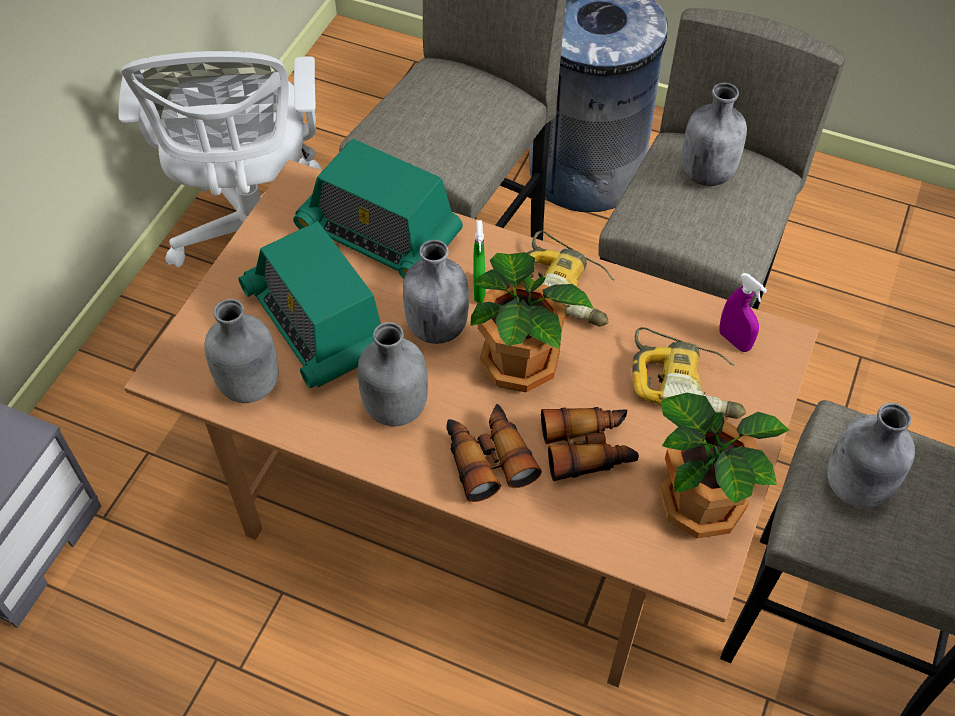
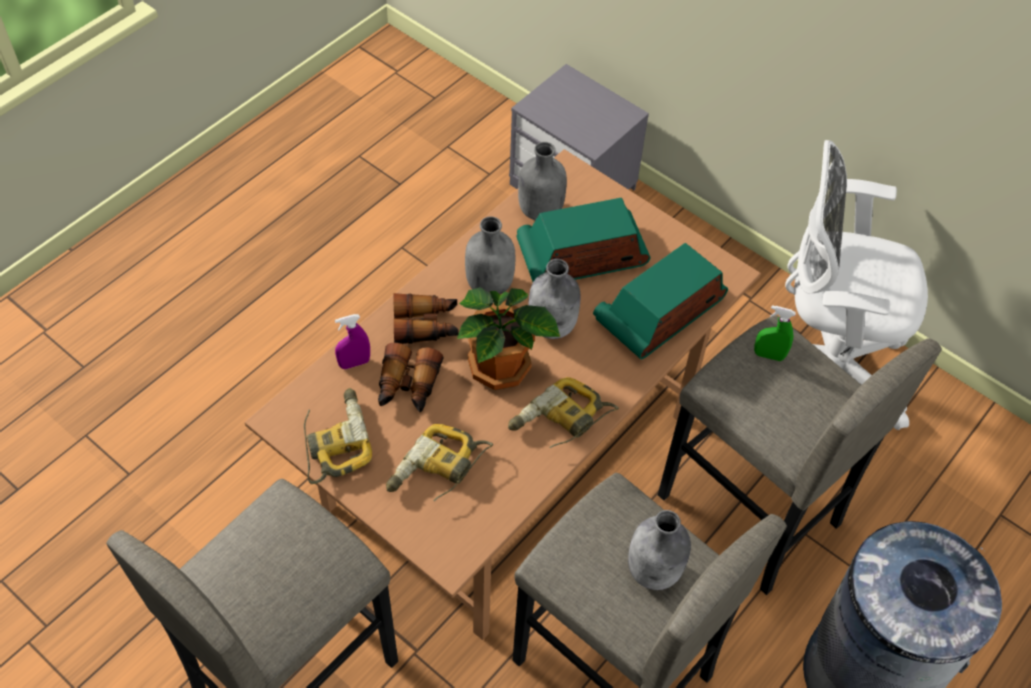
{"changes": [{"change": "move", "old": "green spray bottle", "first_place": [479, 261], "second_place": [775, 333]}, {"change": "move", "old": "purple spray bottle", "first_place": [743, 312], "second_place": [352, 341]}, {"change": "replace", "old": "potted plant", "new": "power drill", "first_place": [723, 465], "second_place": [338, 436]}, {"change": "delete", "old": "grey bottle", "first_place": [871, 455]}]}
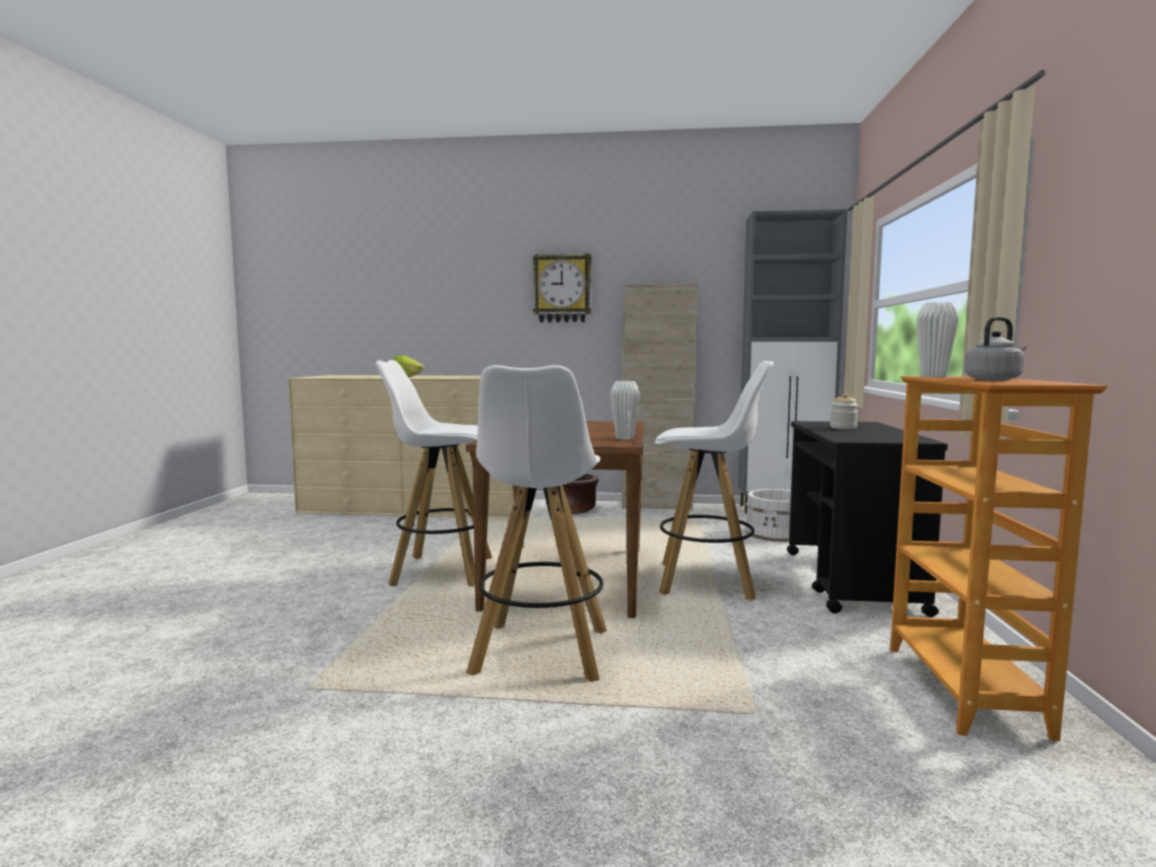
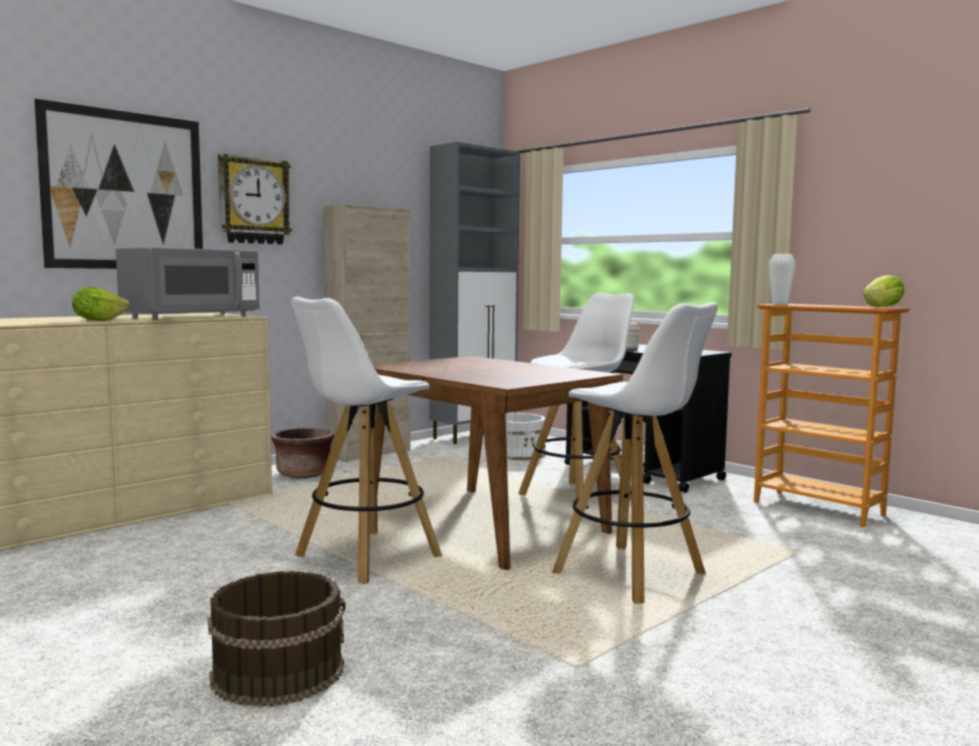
{"changes": [{"change": "delete", "old": "grey kettle", "first_place": [995, 349]}, {"change": "delete", "old": "white vase", "first_place": [625, 410]}, {"change": "insert", "new": "picture", "second_place": [118, 184]}, {"change": "insert", "new": "grey microwave", "second_place": [187, 283]}, {"change": "insert", "new": "lettuce", "second_place": [884, 291]}, {"change": "insert", "new": "brown bucket", "second_place": [277, 639]}]}
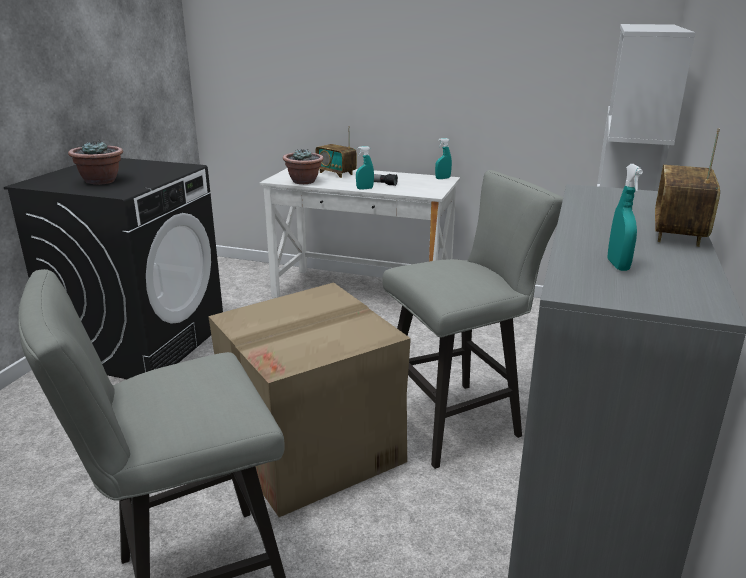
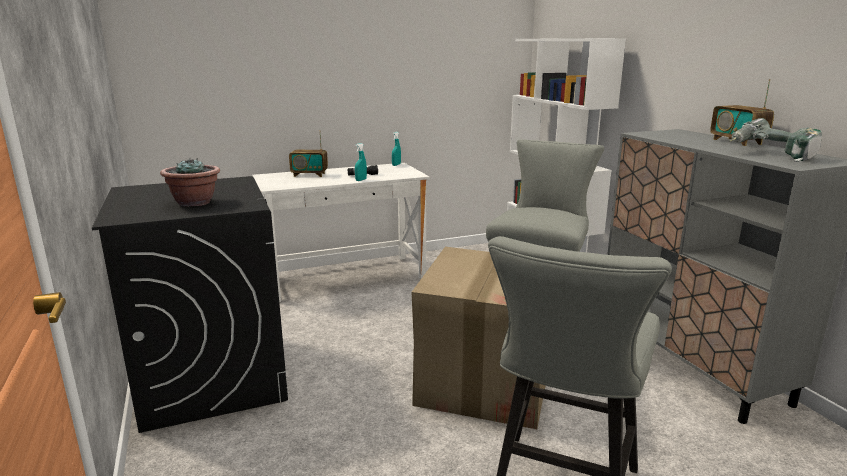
{"changes": [{"change": "delete", "old": "potted plant", "first_place": [303, 166]}, {"change": "replace", "old": "turquoise spray bottle", "new": "power drill", "first_place": [625, 217], "second_place": [775, 140]}]}
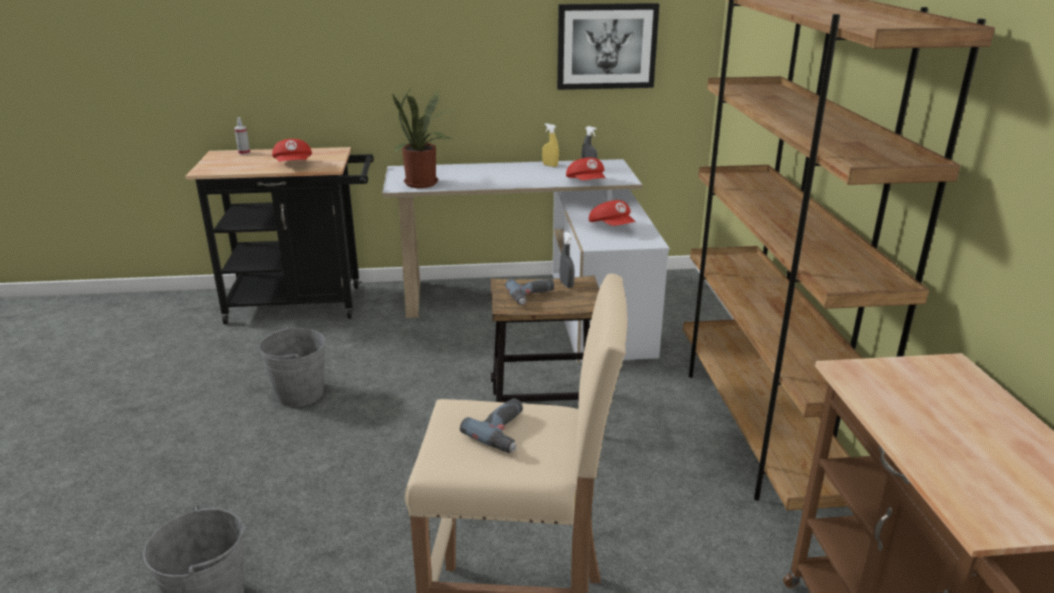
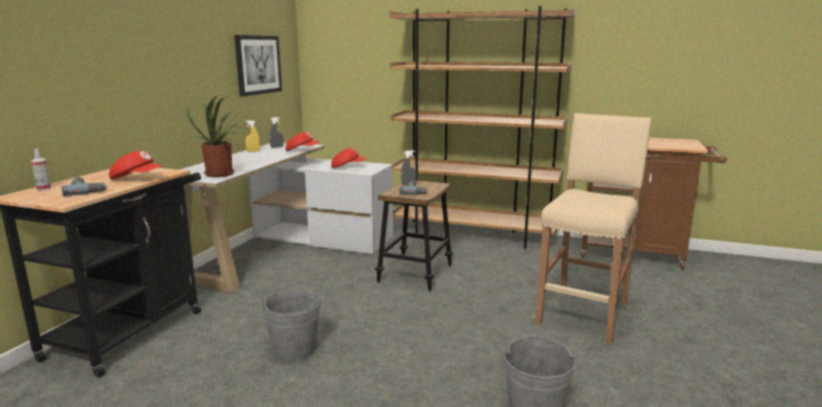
{"changes": [{"change": "move", "old": "power drill", "first_place": [491, 425], "second_place": [84, 186]}]}
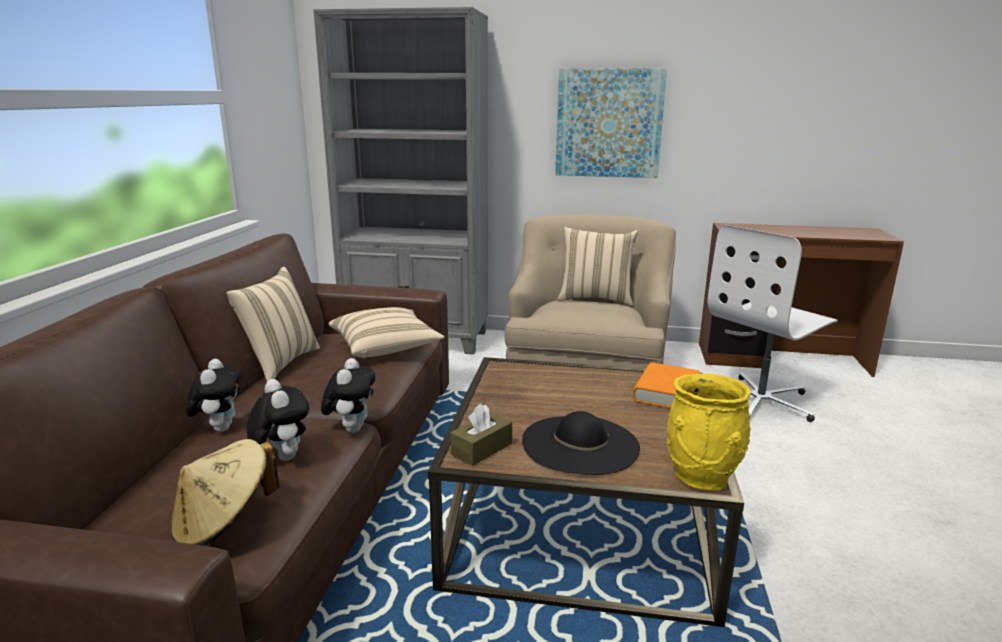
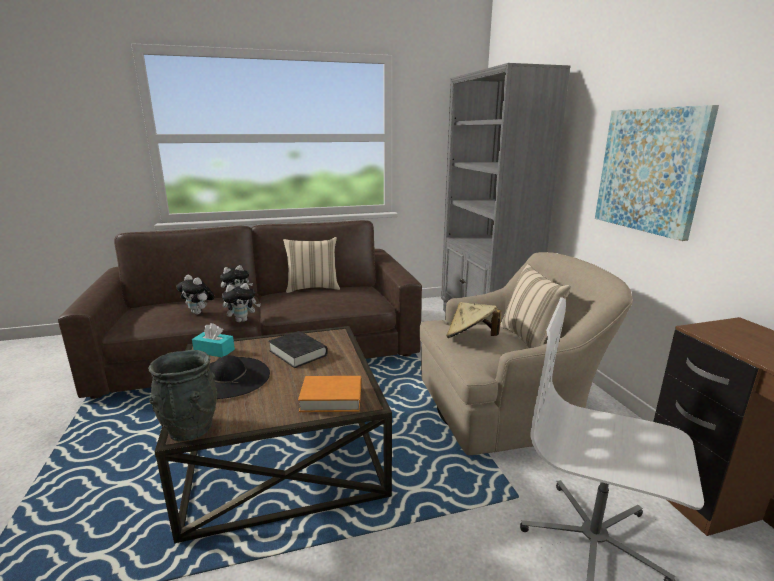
{"changes": [{"change": "delete", "old": "beige pillow", "first_place": [386, 332]}, {"change": "recolor", "old": "yellow vase", "new": "grey vase", "first_place": [709, 432], "second_place": [183, 395]}, {"change": "rotate", "old": "plush toy", "first_place": [278, 420], "second_place": [195, 295], "degrees": 90}, {"change": "recolor", "old": "brown tissue box", "new": "turquoise tissue box", "first_place": [481, 435], "second_place": [213, 340]}, {"change": "move", "old": "beige hat", "first_place": [225, 492], "second_place": [473, 320]}, {"change": "insert", "new": "black book", "second_place": [298, 349]}]}
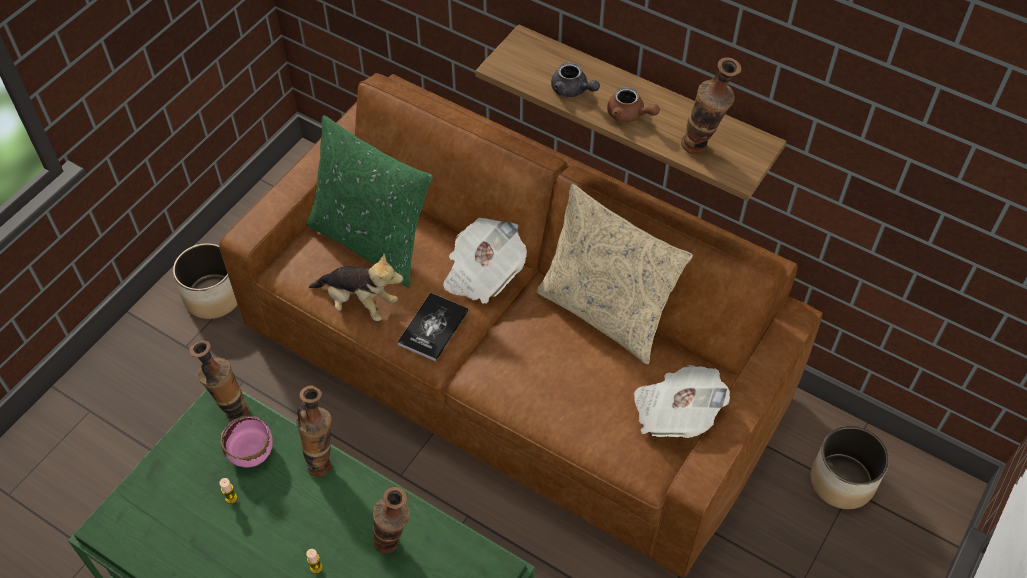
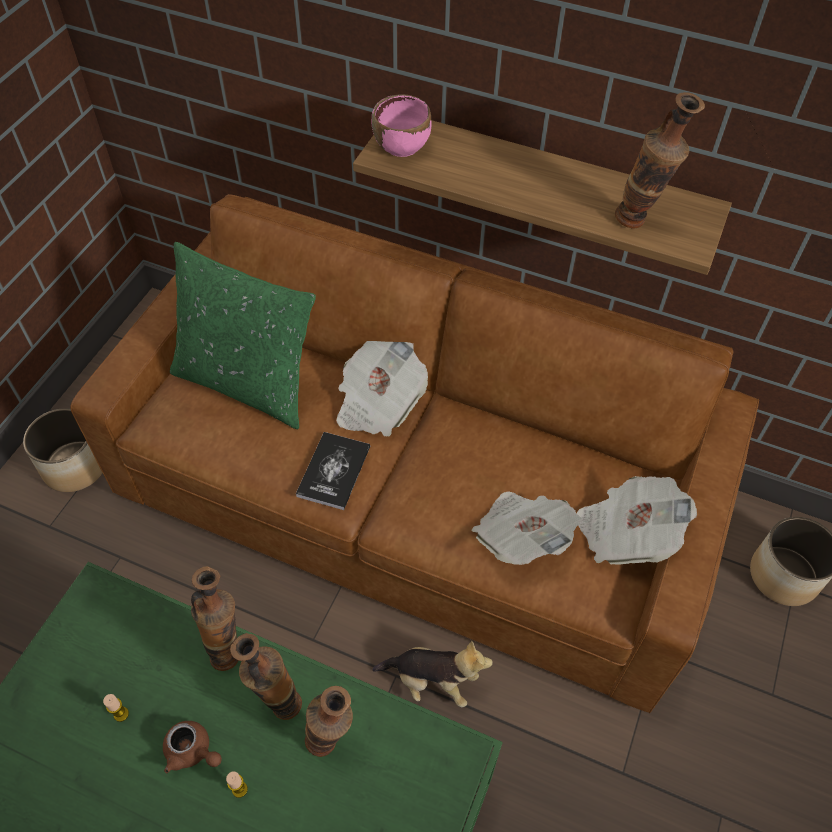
{"changes": [{"change": "delete", "old": "grey teapot", "first_place": [575, 79]}, {"change": "move", "old": "brown teapot", "first_place": [633, 104], "second_place": [192, 747]}, {"change": "delete", "old": "beige pillow", "first_place": [614, 274]}, {"change": "move", "old": "plush toy", "first_place": [356, 287], "second_place": [432, 674]}, {"change": "move", "old": "vase", "first_place": [219, 381], "second_place": [266, 676]}, {"change": "move", "old": "pink bowl", "first_place": [246, 442], "second_place": [401, 125]}, {"change": "insert", "new": "newspaper", "second_place": [526, 528]}]}
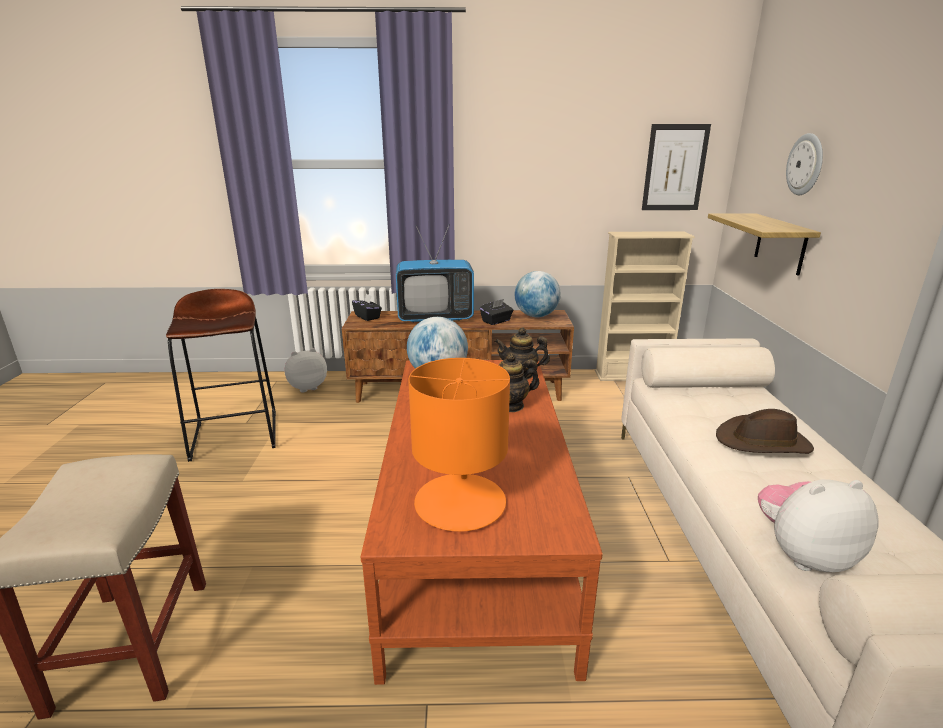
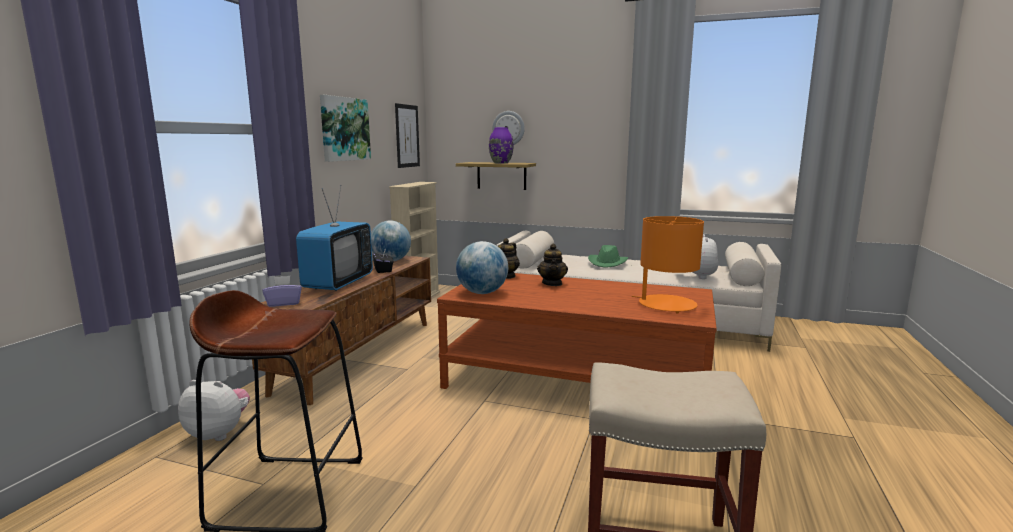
{"changes": [{"change": "recolor", "old": "black tissue box", "new": "purple tissue box", "first_place": [367, 307], "second_place": [282, 291]}, {"change": "rotate", "old": "plush toy", "first_place": [306, 370], "second_place": [214, 410], "degrees": 105}, {"change": "recolor", "old": "brown hat", "new": "green hat", "first_place": [765, 431], "second_place": [608, 256]}, {"change": "insert", "new": "picture", "second_place": [345, 128]}, {"change": "insert", "new": "purple vase", "second_place": [501, 145]}]}
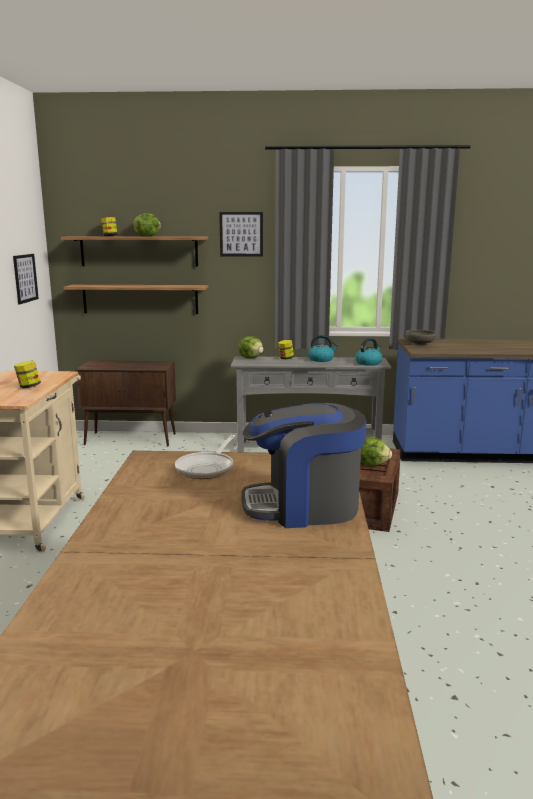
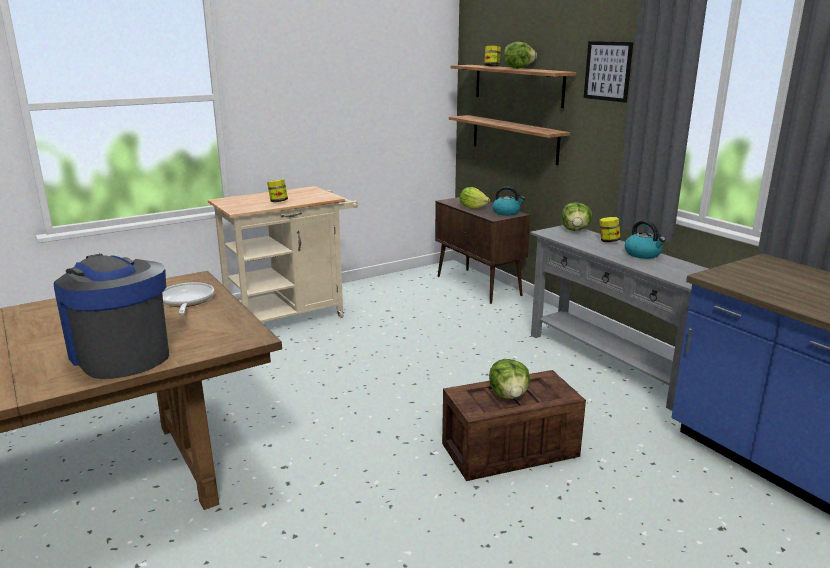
{"changes": [{"change": "delete", "old": "picture", "first_place": [26, 279]}, {"change": "delete", "old": "grey bowl", "first_place": [420, 338]}, {"change": "move", "old": "kettle", "first_place": [368, 352], "second_place": [508, 201]}, {"change": "rotate", "old": "frying pan", "first_place": [205, 457], "second_place": [188, 298], "degrees": 90}, {"change": "insert", "new": "lettuce", "second_place": [475, 198]}]}
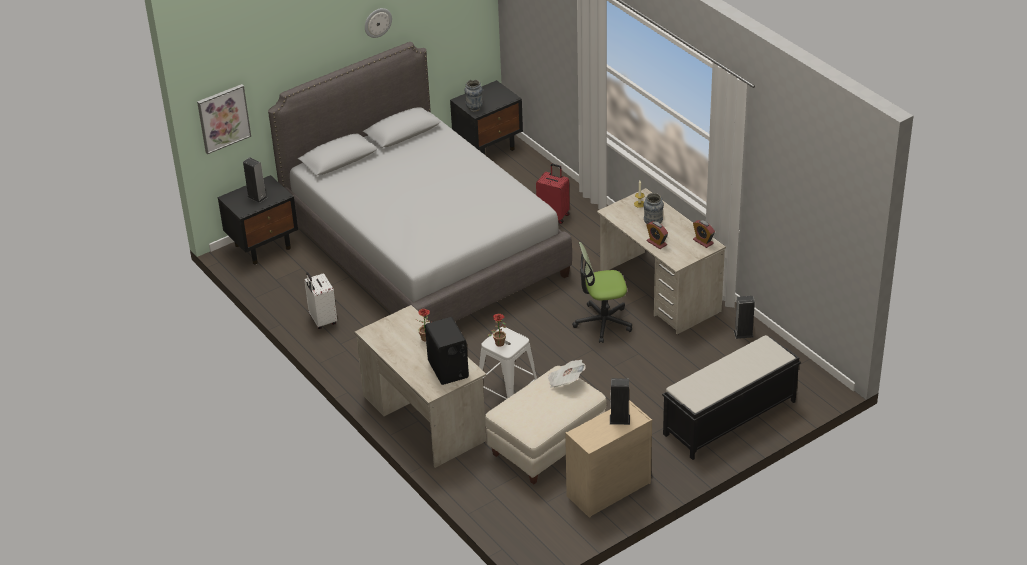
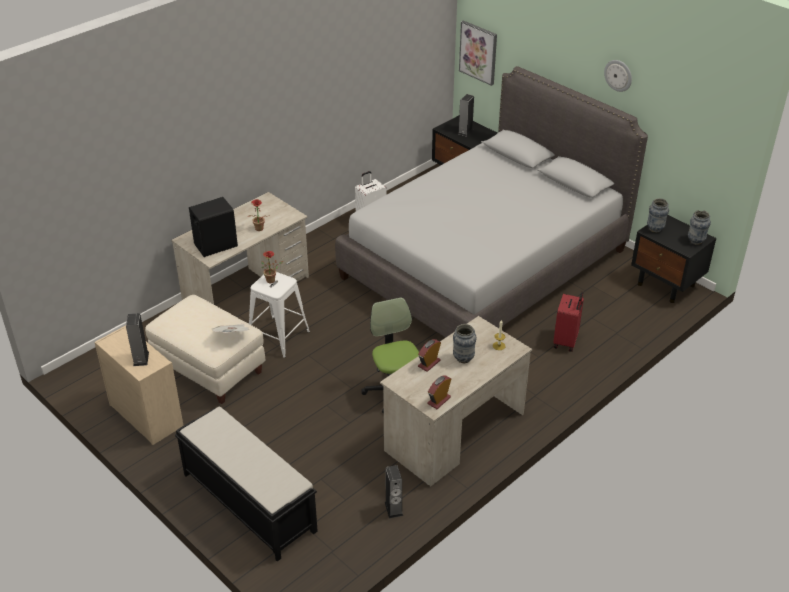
{"changes": [{"change": "insert", "new": "vase", "second_place": [699, 227]}]}
